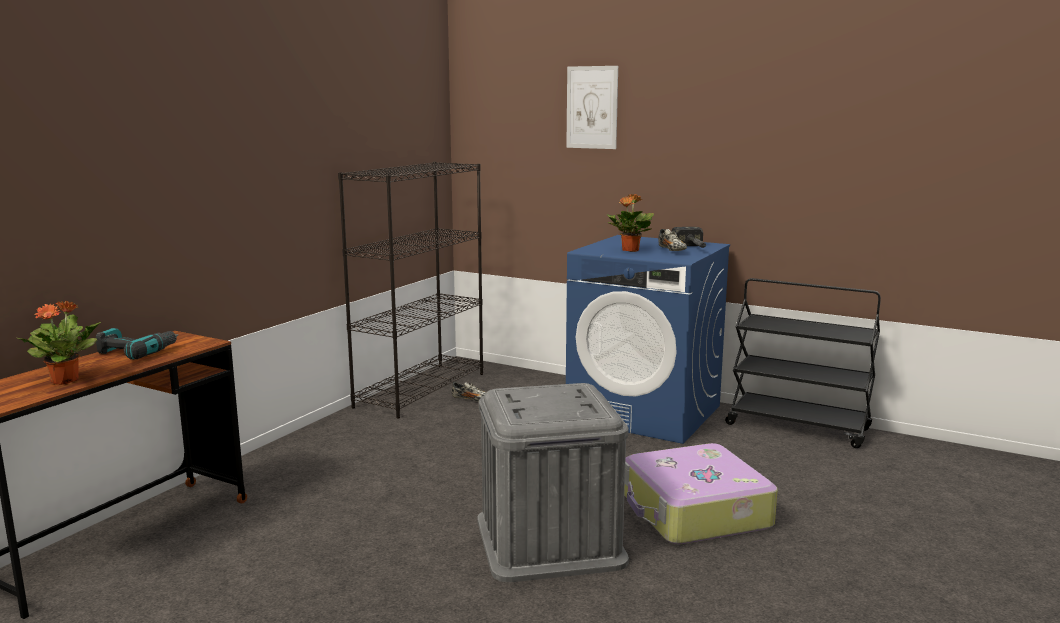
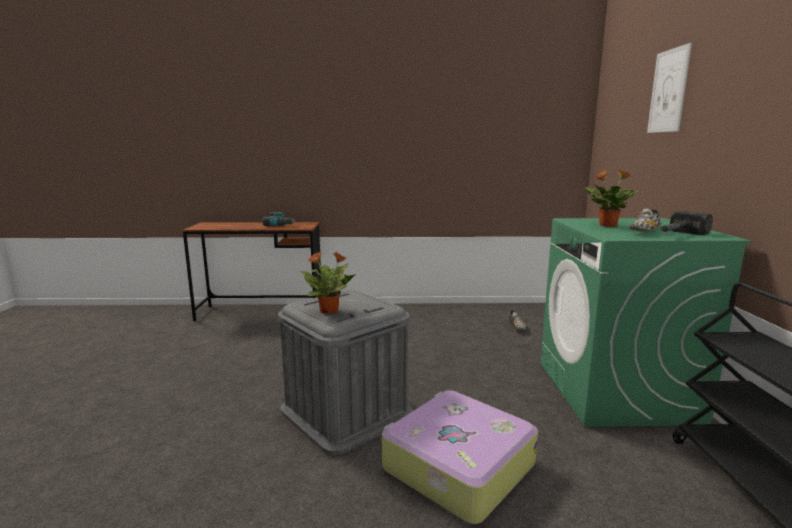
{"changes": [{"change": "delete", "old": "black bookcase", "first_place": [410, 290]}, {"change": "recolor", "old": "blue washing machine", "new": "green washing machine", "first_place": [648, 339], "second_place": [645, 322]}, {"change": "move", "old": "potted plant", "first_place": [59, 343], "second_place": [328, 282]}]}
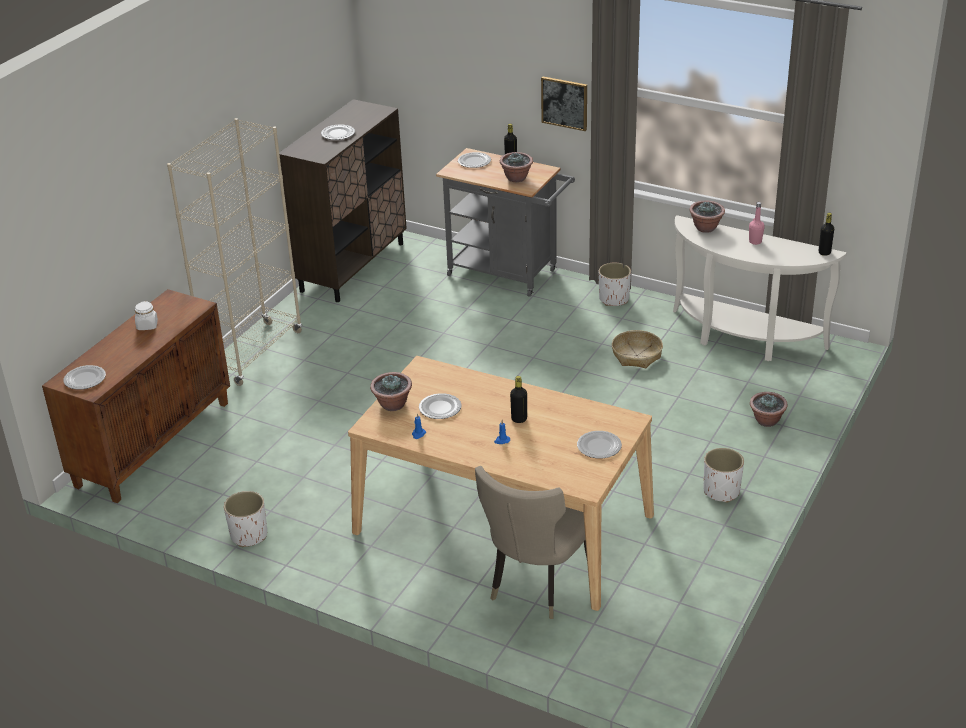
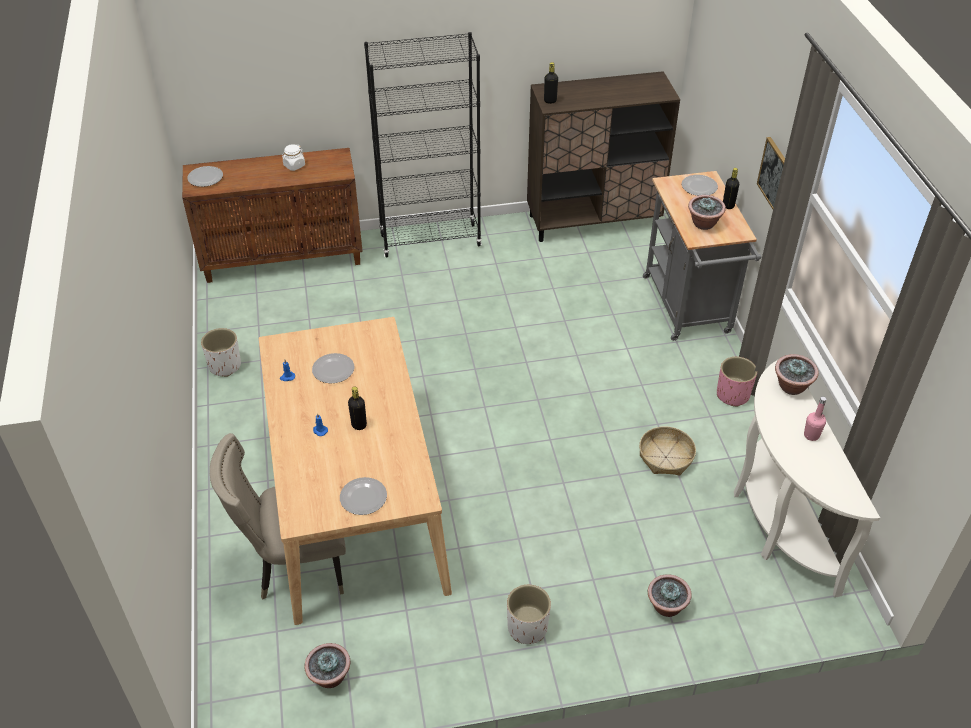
{"changes": [{"change": "recolor", "old": "beige bookcase", "new": "black bookcase", "first_place": [234, 252], "second_place": [423, 145]}, {"change": "delete", "old": "plate", "first_place": [338, 132]}, {"change": "move", "old": "black bottle", "first_place": [826, 234], "second_place": [551, 83]}, {"change": "recolor", "old": "white planter", "new": "pink planter", "first_place": [615, 284], "second_place": [737, 382]}, {"change": "move", "old": "potted plant", "first_place": [391, 391], "second_place": [327, 665]}]}
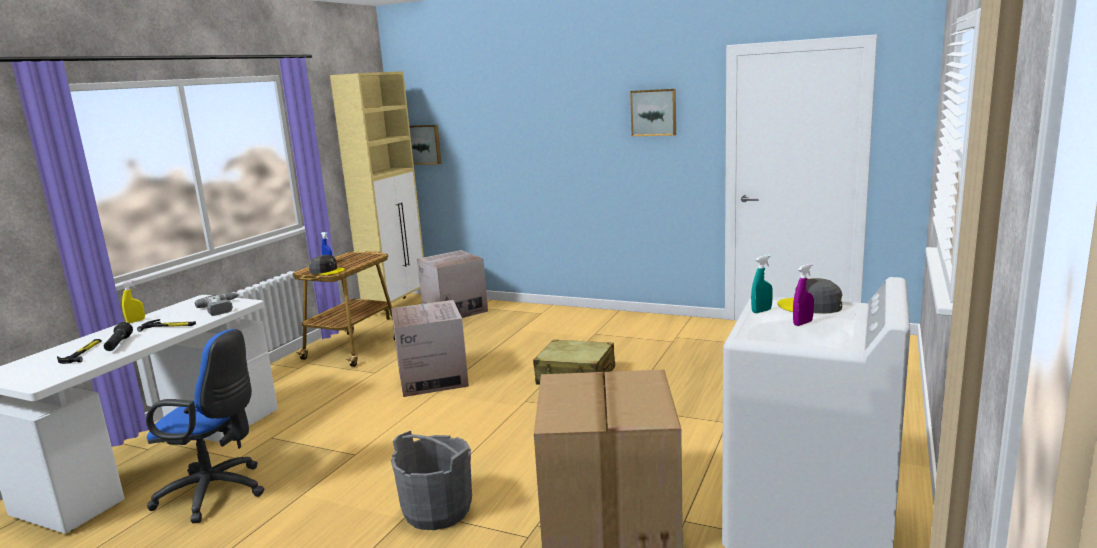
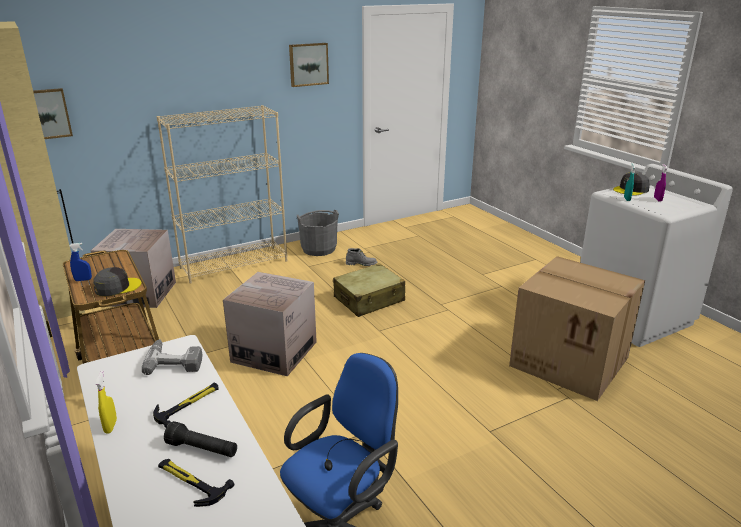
{"changes": [{"change": "move", "old": "grey bucket", "first_place": [431, 480], "second_place": [318, 233]}, {"change": "insert", "new": "beige bookcase", "second_place": [221, 194]}, {"change": "insert", "new": "grey boot", "second_place": [361, 257]}]}
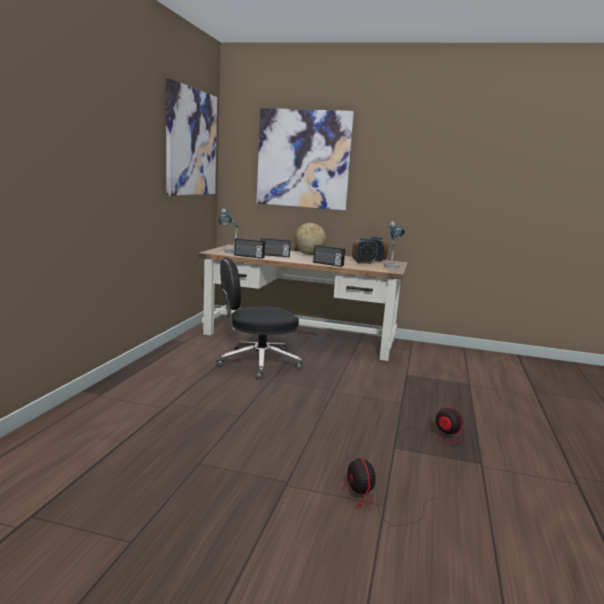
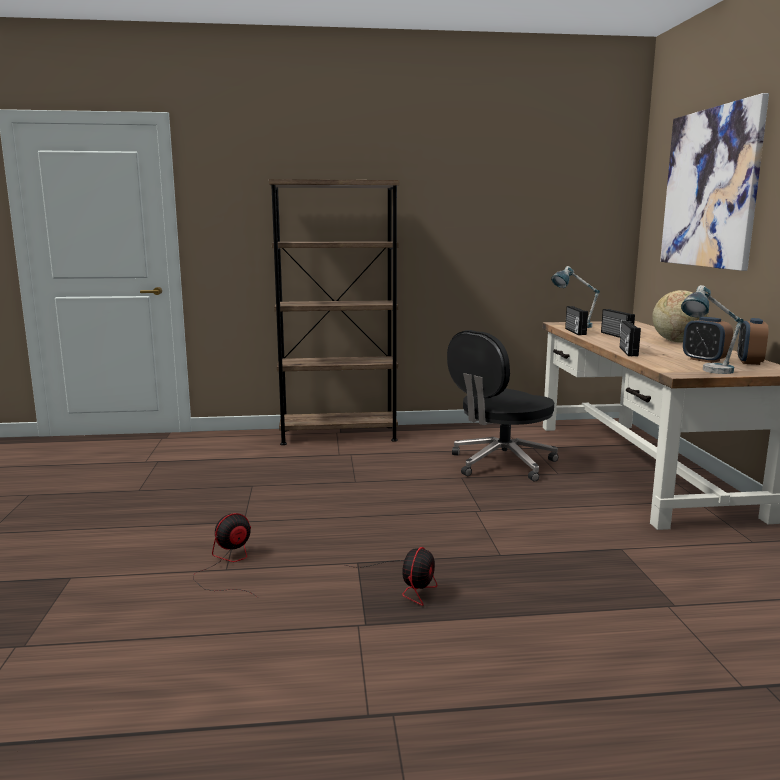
{"changes": [{"change": "delete", "old": "picture", "first_place": [191, 137]}, {"change": "rotate", "old": "black office chair", "first_place": [260, 318], "second_place": [502, 406], "degrees": -90}, {"change": "insert", "new": "brown bookcase", "second_place": [334, 312]}]}
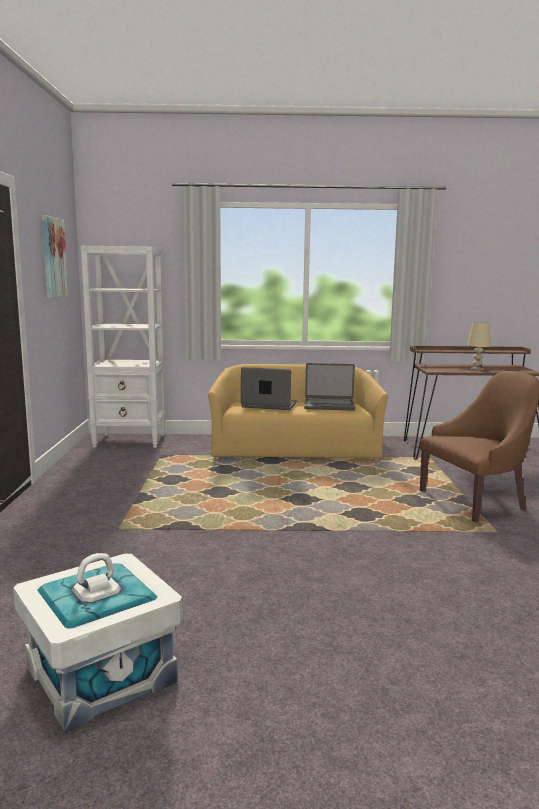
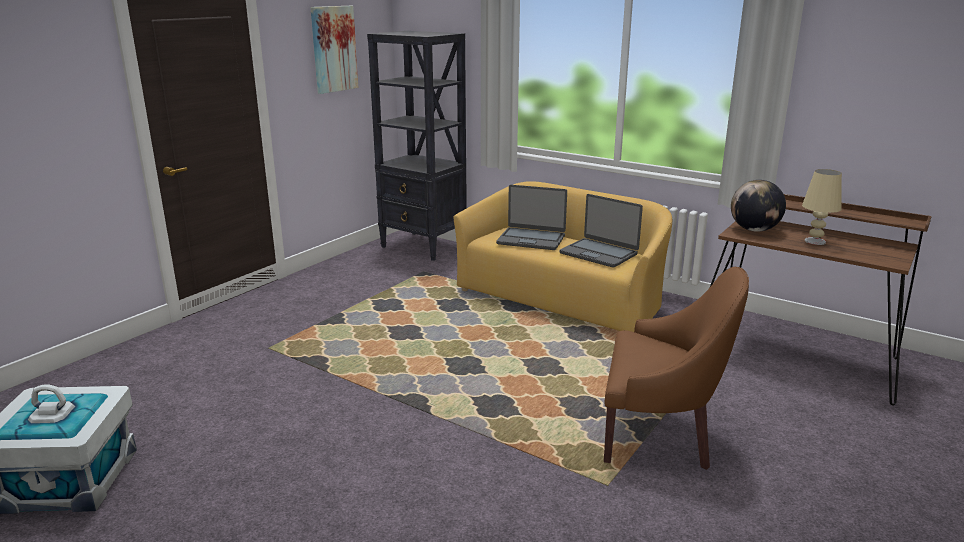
{"changes": [{"change": "recolor", "old": "white bookcase", "new": "black bookcase", "first_place": [123, 347], "second_place": [417, 146]}, {"change": "rotate", "old": "laptop", "first_place": [269, 388], "second_place": [531, 217], "degrees": 150}, {"change": "insert", "new": "globe", "second_place": [758, 206]}]}
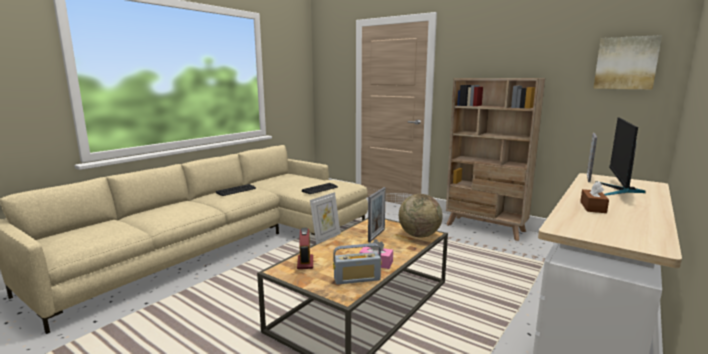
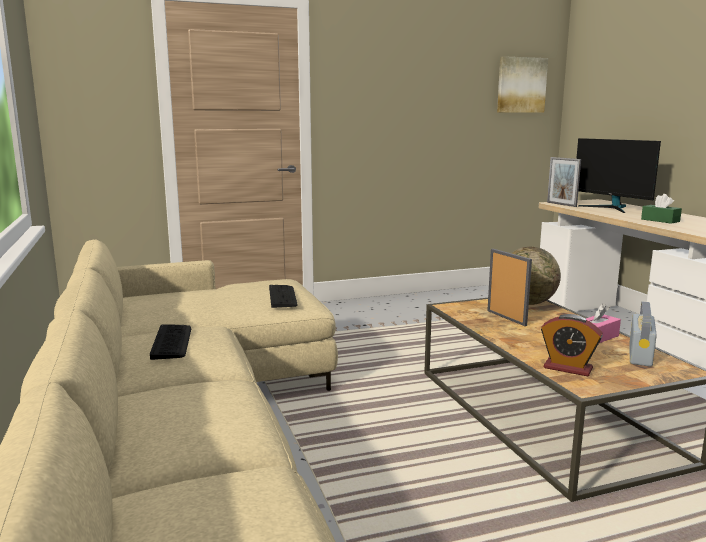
{"changes": [{"change": "delete", "old": "beige bookcase", "first_place": [495, 159]}, {"change": "recolor", "old": "brown tissue box", "new": "green tissue box", "first_place": [594, 197], "second_place": [661, 209]}, {"change": "delete", "old": "picture frame", "first_place": [325, 218]}]}
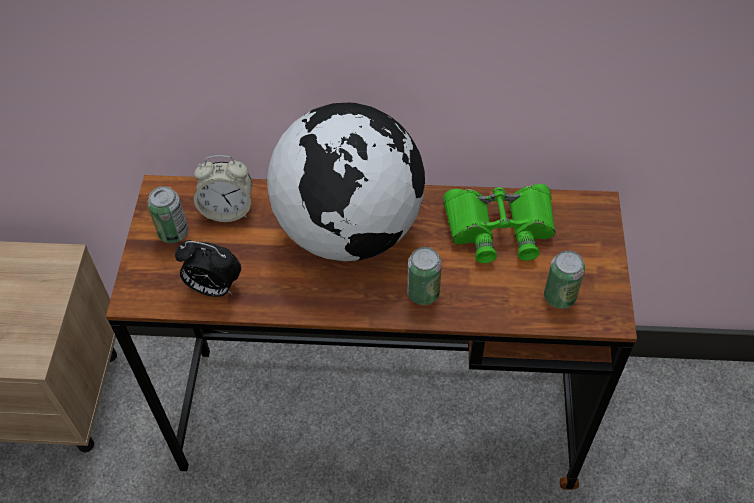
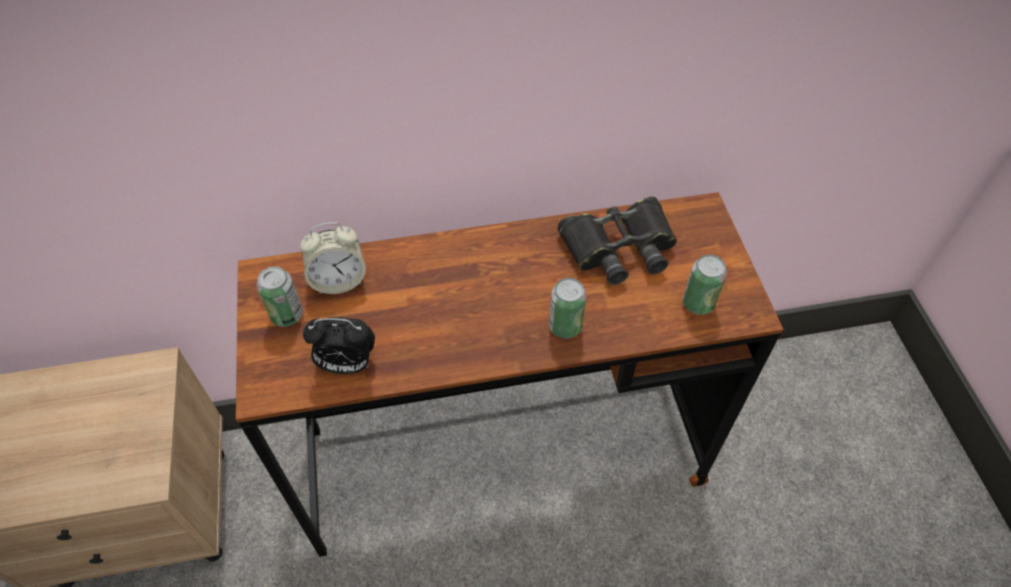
{"changes": [{"change": "delete", "old": "globe", "first_place": [346, 182]}, {"change": "recolor", "old": "green binoculars", "new": "black binoculars", "first_place": [499, 223], "second_place": [617, 240]}]}
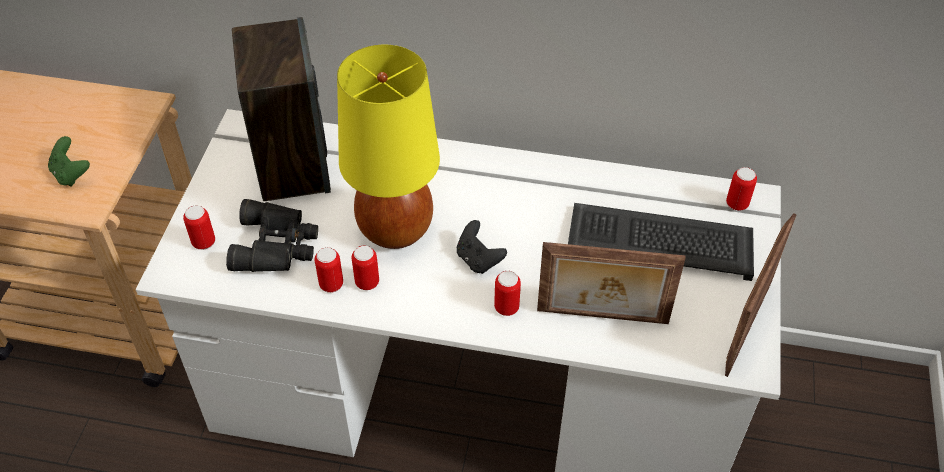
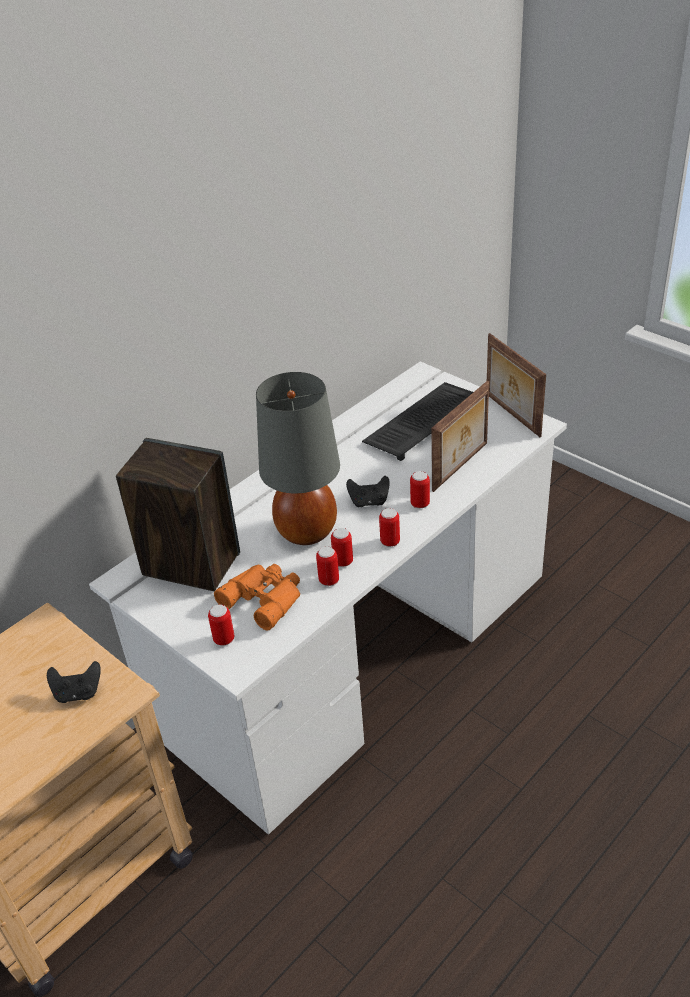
{"changes": [{"change": "recolor", "old": "yellow table lamp", "new": "grey table lamp", "first_place": [388, 147], "second_place": [298, 458]}, {"change": "recolor", "old": "green game controller", "new": "black game controller", "first_place": [69, 161], "second_place": [74, 682]}, {"change": "move", "old": "can", "first_place": [741, 189], "second_place": [389, 527]}, {"change": "recolor", "old": "black binoculars", "new": "orange binoculars", "first_place": [272, 235], "second_place": [257, 597]}]}
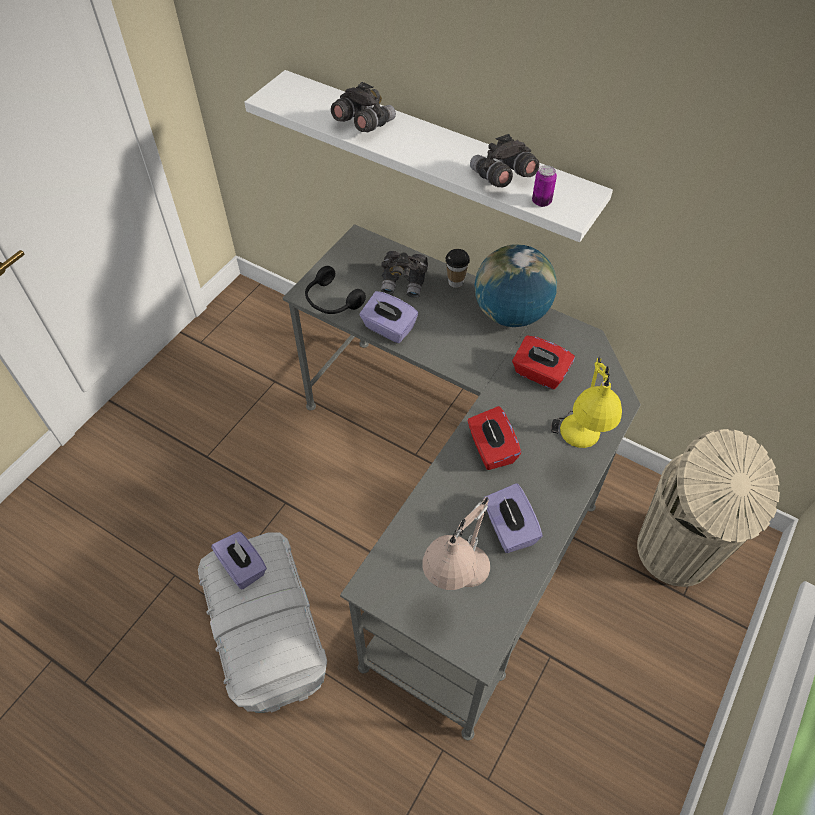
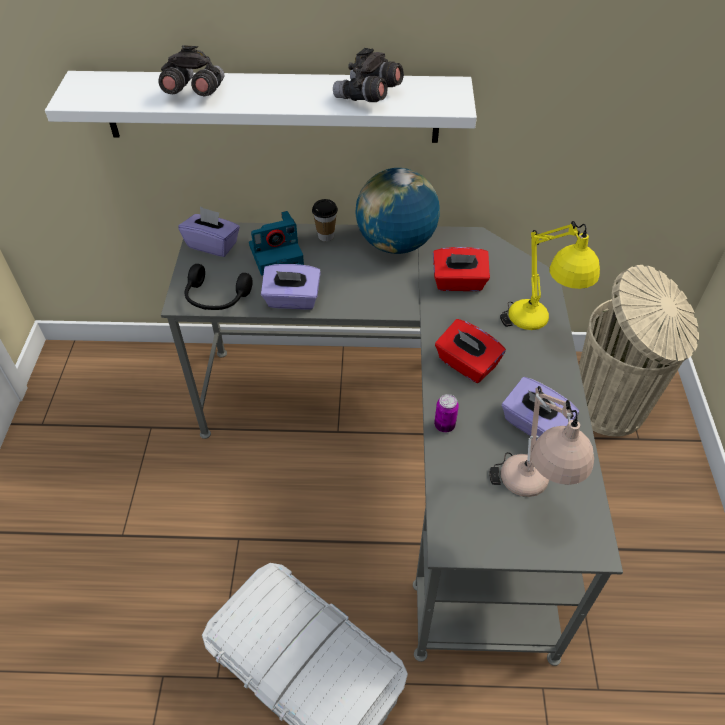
{"changes": [{"change": "move", "old": "can", "first_place": [544, 186], "second_place": [446, 413]}, {"change": "replace", "old": "grey binoculars", "new": "photo camera", "first_place": [404, 274], "second_place": [276, 243]}, {"change": "move", "old": "purple tissue box", "first_place": [239, 560], "second_place": [209, 232]}]}
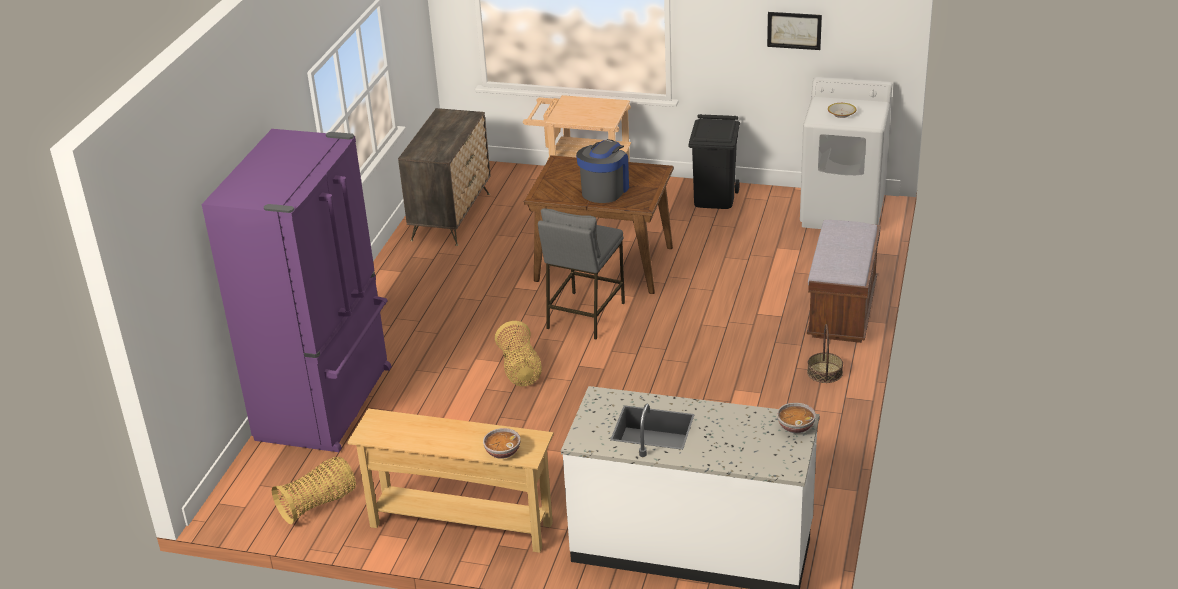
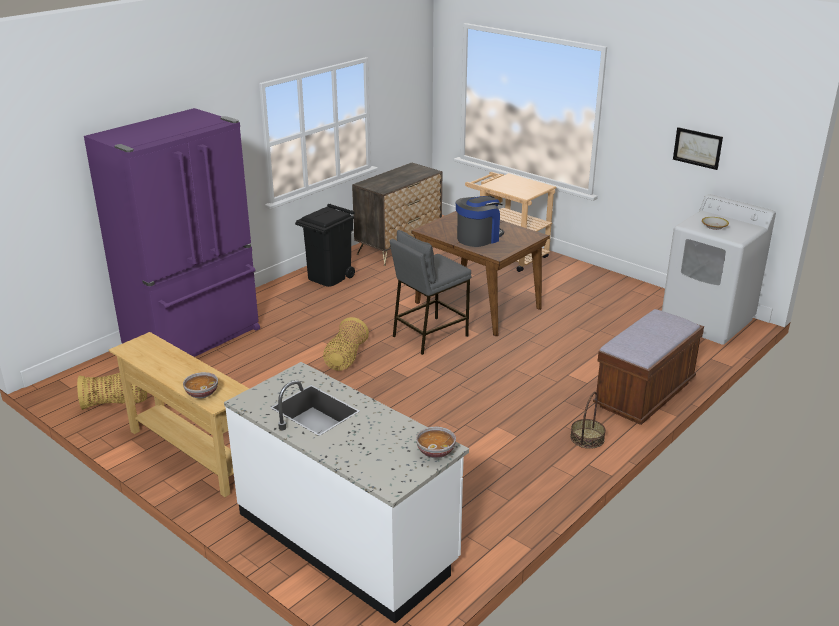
{"changes": [{"change": "move", "old": "black trash can", "first_place": [714, 161], "second_place": [325, 245]}]}
